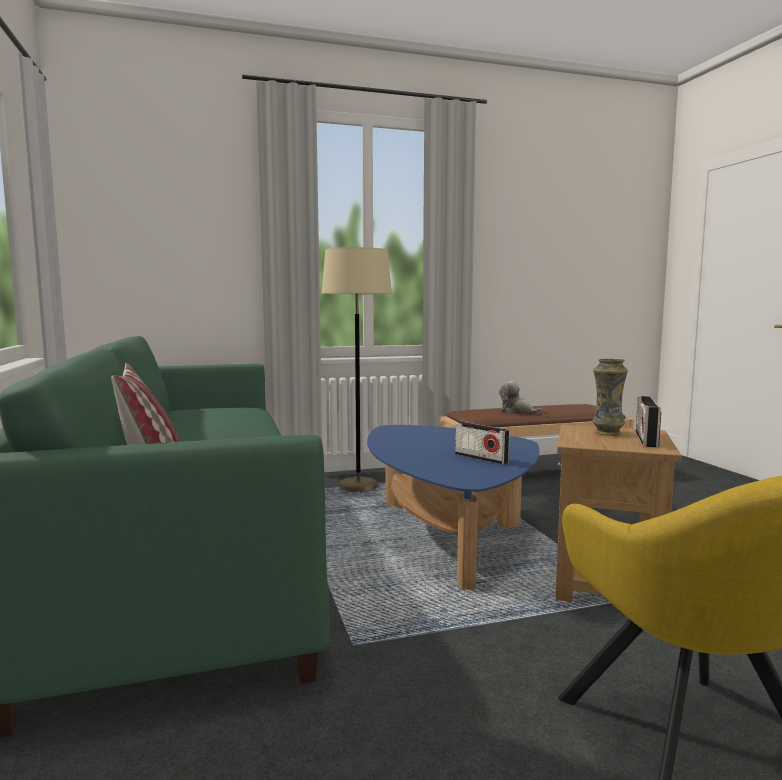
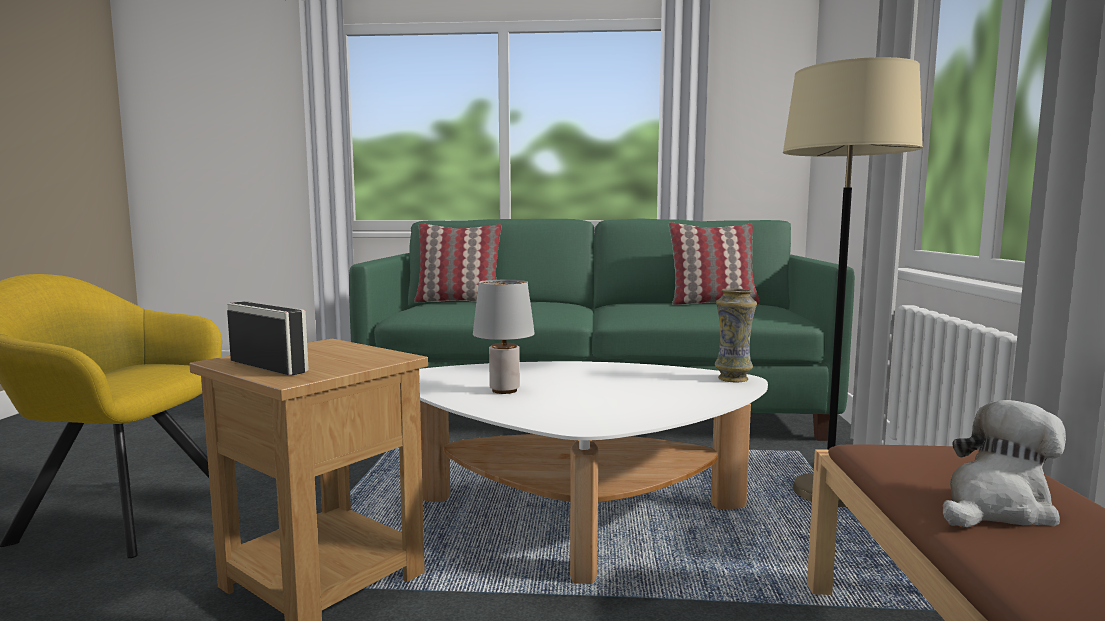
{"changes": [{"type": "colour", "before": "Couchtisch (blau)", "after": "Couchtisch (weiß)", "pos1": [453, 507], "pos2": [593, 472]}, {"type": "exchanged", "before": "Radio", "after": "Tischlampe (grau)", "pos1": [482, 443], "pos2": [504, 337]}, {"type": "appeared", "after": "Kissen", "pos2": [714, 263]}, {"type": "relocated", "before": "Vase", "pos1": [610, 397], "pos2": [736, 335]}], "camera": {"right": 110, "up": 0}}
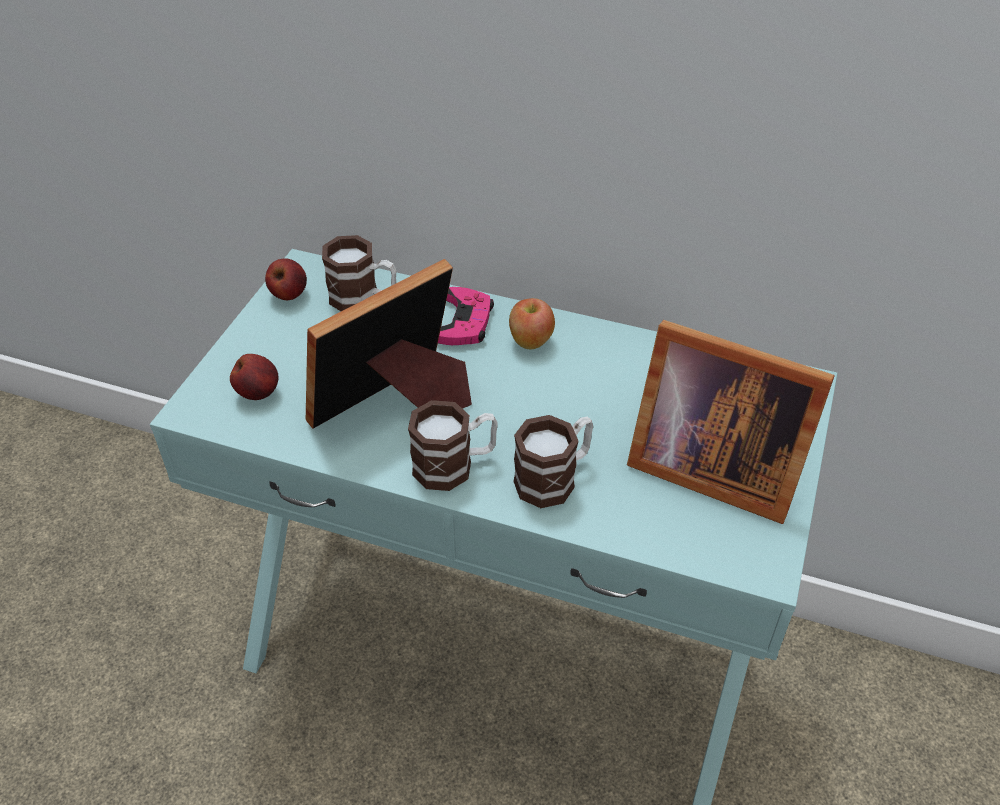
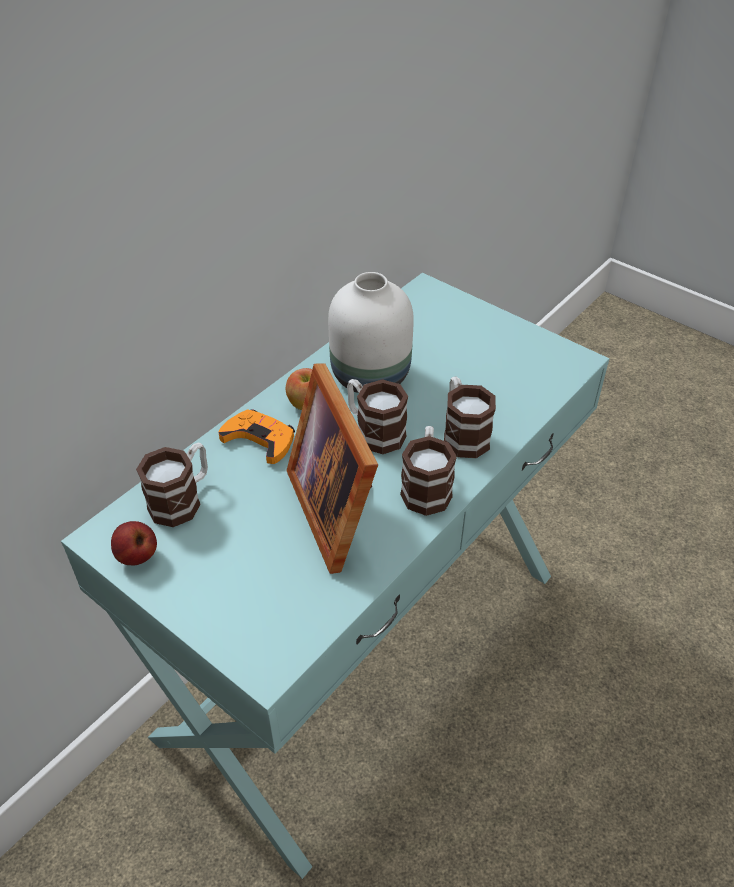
{"changes": [{"type": "colour", "before": "Gamepad (rosa)", "after": "Gamepad (orange)", "pos1": [466, 316], "pos2": [257, 436]}, {"type": "appeared", "after": "Vase (weiß)", "pos2": [371, 332]}, {"type": "appeared", "after": "Henkelbecher", "pos2": [377, 416]}, {"type": "missing", "before": "Apfel", "pos1": [254, 377]}, {"type": "missing", "before": "Bilderrahmen", "pos1": [731, 422]}], "camera": {"right": -70, "up": 0}}
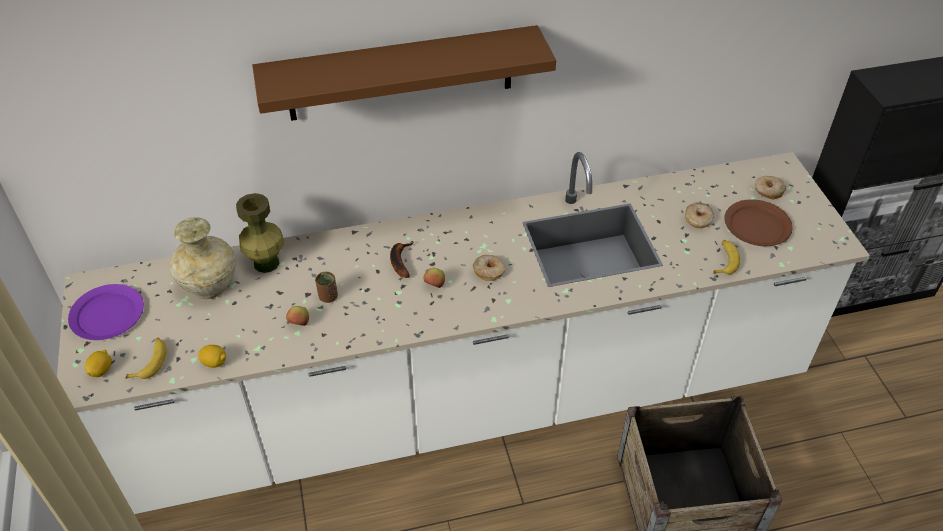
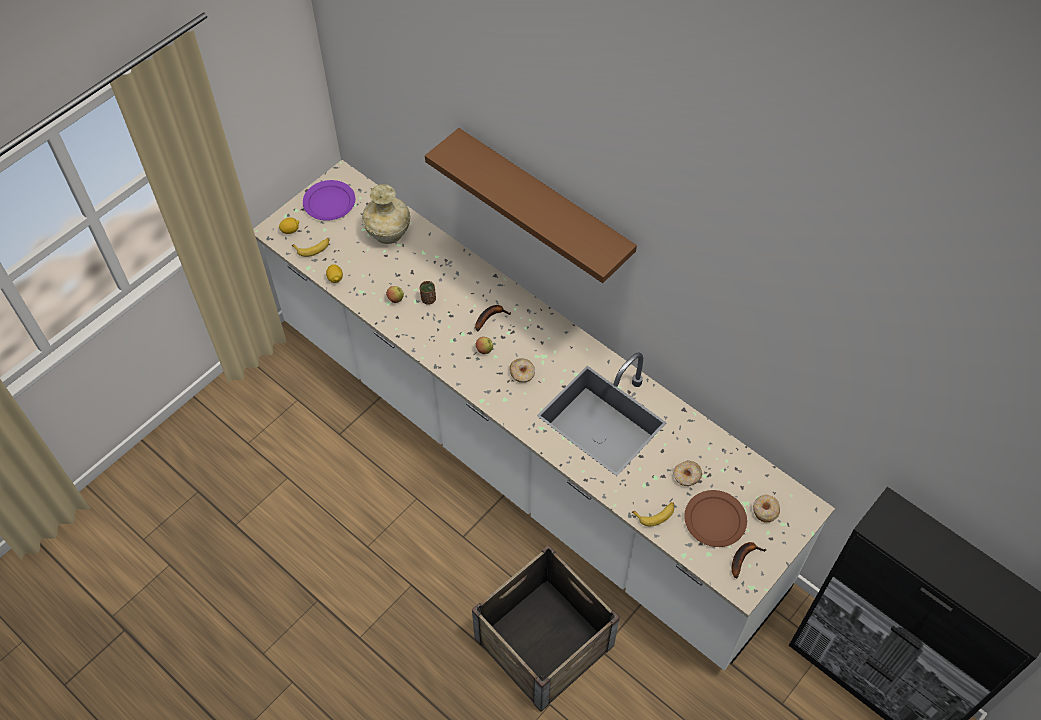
{"changes": [{"type": "appeared", "after": "Banane", "pos2": [749, 560]}, {"type": "missing", "before": "Vase (grün)", "pos1": [260, 233]}], "camera": {"right": 55, "up": 10}}
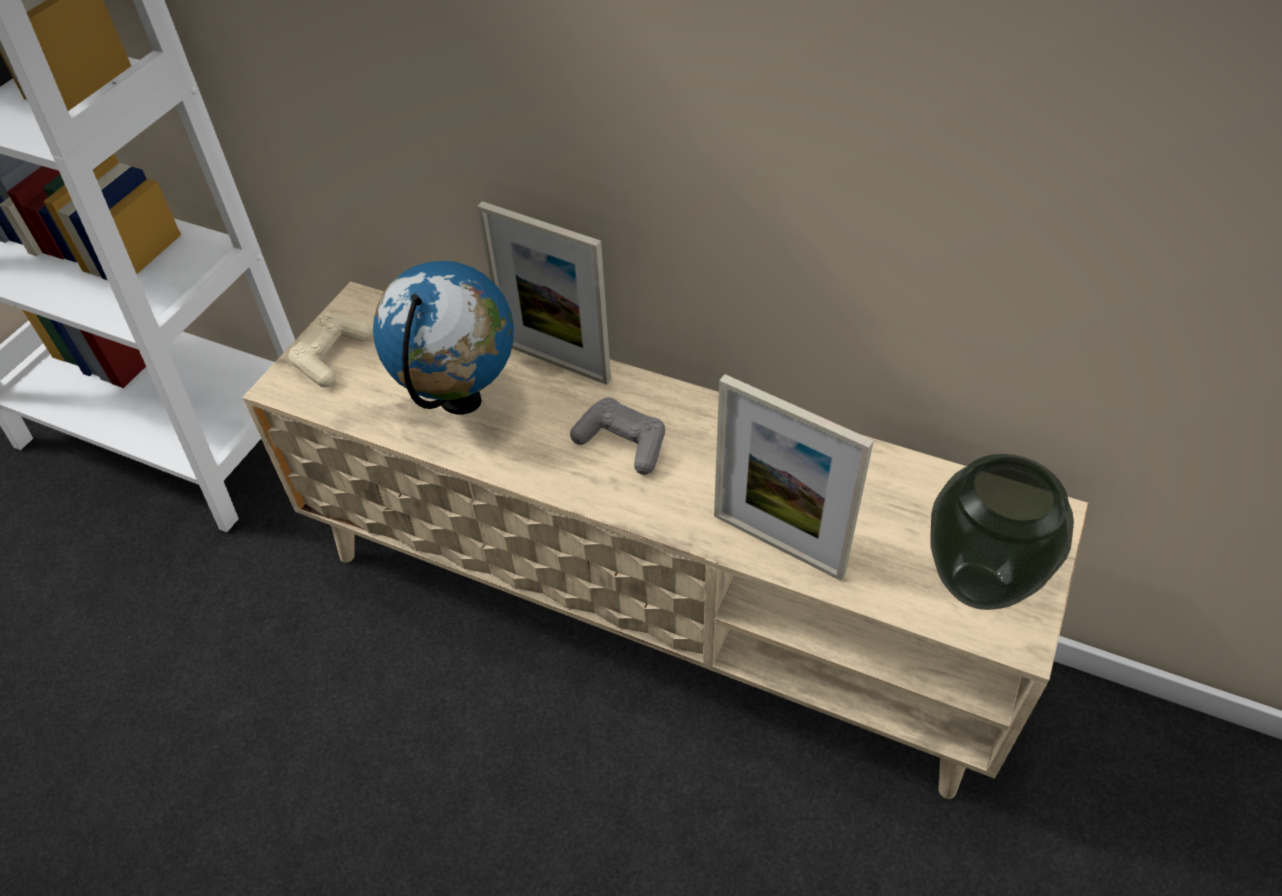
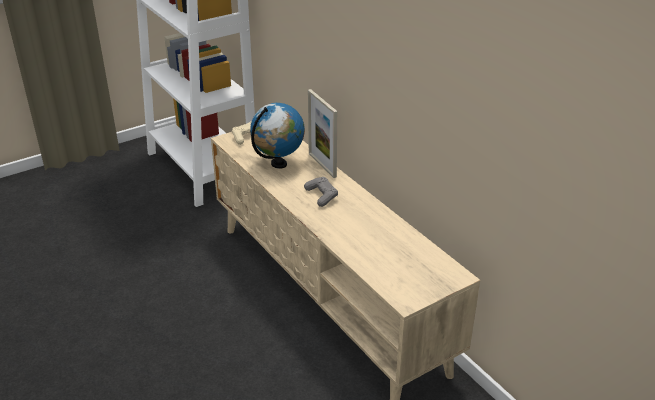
{"changes": [{"type": "missing", "before": "Bilderrahmen", "pos1": [794, 477]}, {"type": "missing", "before": "Vase", "pos1": [1002, 532]}], "camera": {"right": 30, "up": -15}}
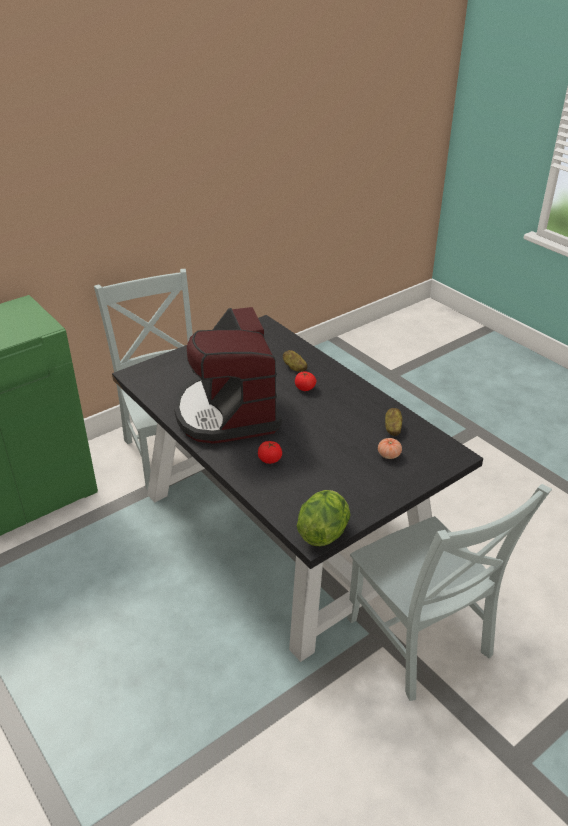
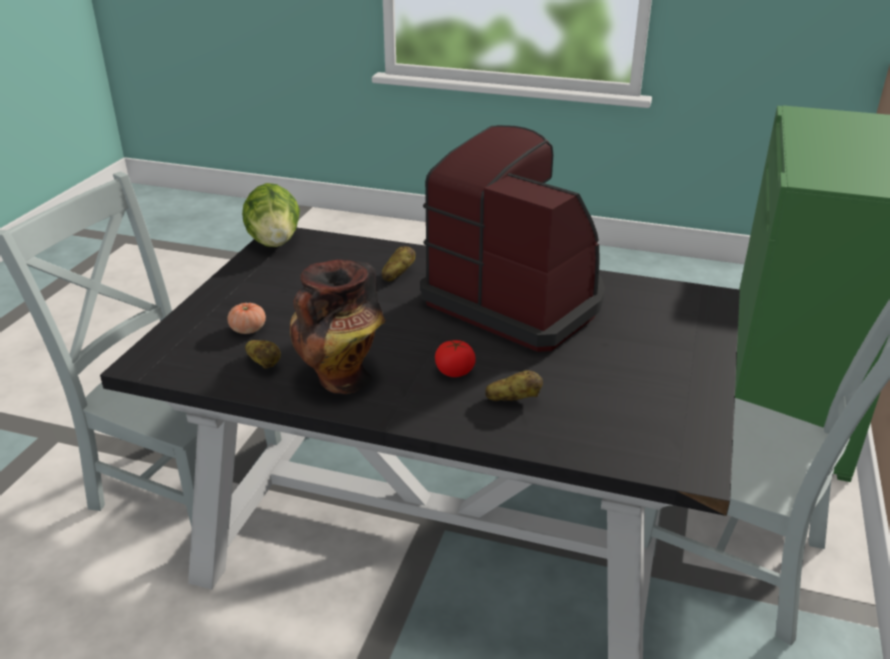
{"changes": [{"type": "appeared", "after": "Vase", "pos2": [337, 326]}, {"type": "exchanged", "before": "Tomate", "after": "Kartoffel", "pos1": [270, 452], "pos2": [399, 263]}], "camera": {"right": 145, "up": -5}}
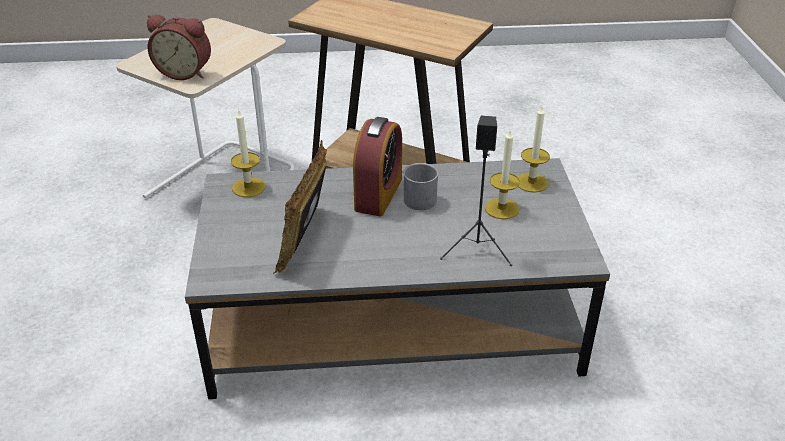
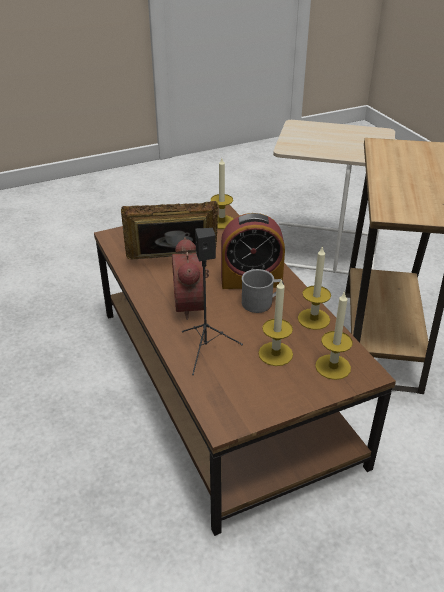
{"changes": [{"type": "colour", "before": "Couchtisch (grau)", "after": "Couchtisch (braun)", "pos1": [397, 278], "pos2": [245, 370]}, {"type": "relocated", "before": "Wecker", "pos1": [179, 47], "pos2": [190, 278]}, {"type": "appeared", "after": "Kerze", "pos2": [314, 288]}], "camera": {"right": 70, "up": 0}}
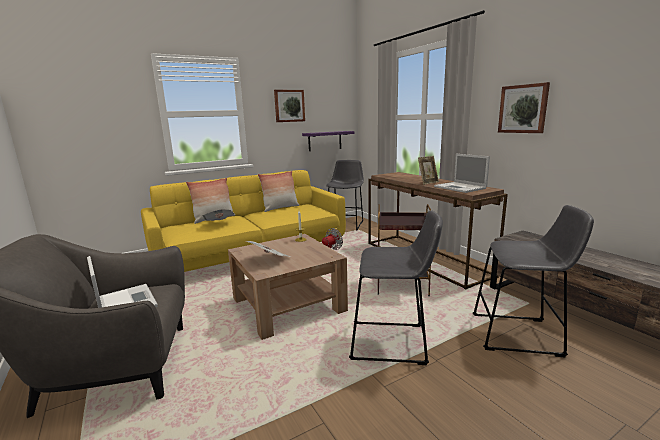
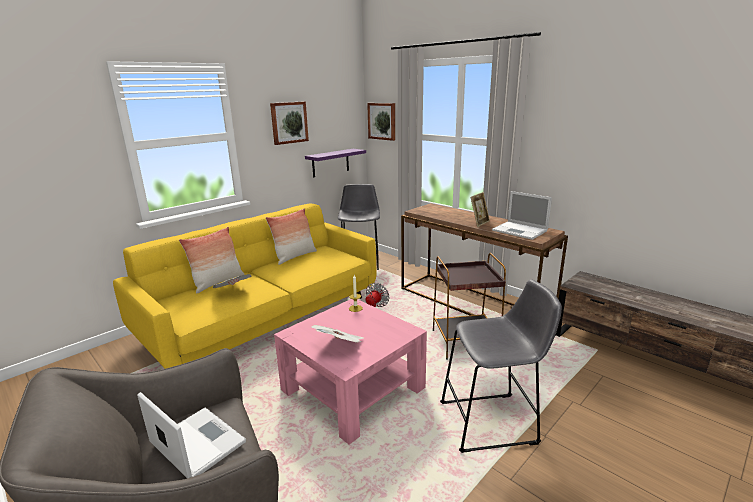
{"changes": [{"type": "colour", "before": "Couchtisch (braun)", "after": "Couchtisch (rosa)", "pos1": [288, 287], "pos2": [350, 372]}, {"type": "relocated", "before": "Bild", "pos1": [524, 107], "pos2": [381, 122]}, {"type": "missing", "before": "Hocker (grau)", "pos1": [533, 281]}], "camera": {"right": -15, "up": 5}}
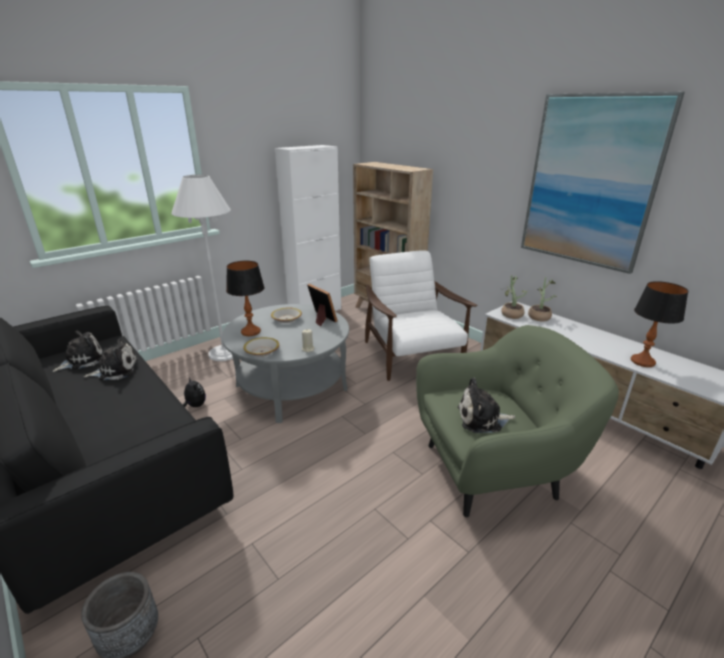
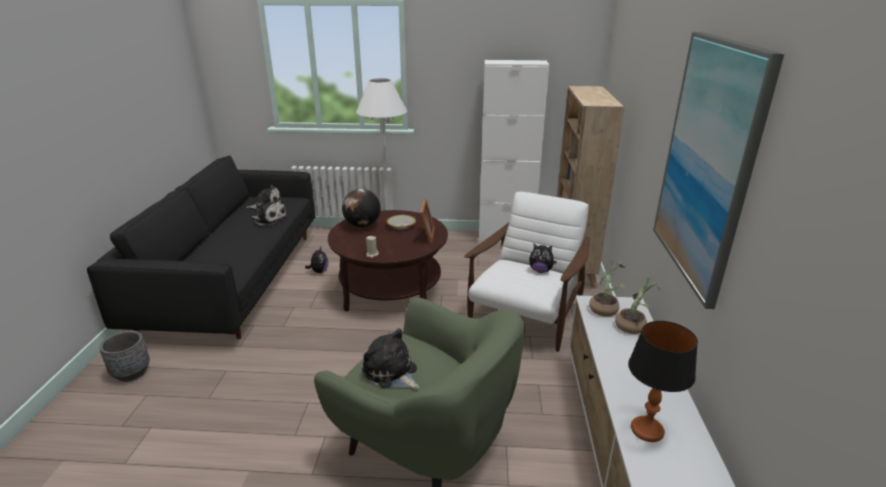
{"changes": [{"type": "colour", "before": "Couchtisch (grau)", "after": "Couchtisch (braun)", "pos1": [285, 363], "pos2": [388, 261]}, {"type": "exchanged", "before": "Tischlampe", "after": "Globus", "pos1": [245, 298], "pos2": [361, 208]}, {"type": "appeared", "after": "Plüschtier", "pos2": [543, 258]}, {"type": "missing", "before": "Schüssel", "pos1": [261, 347]}], "camera": {"right": 45, "up": 0}}
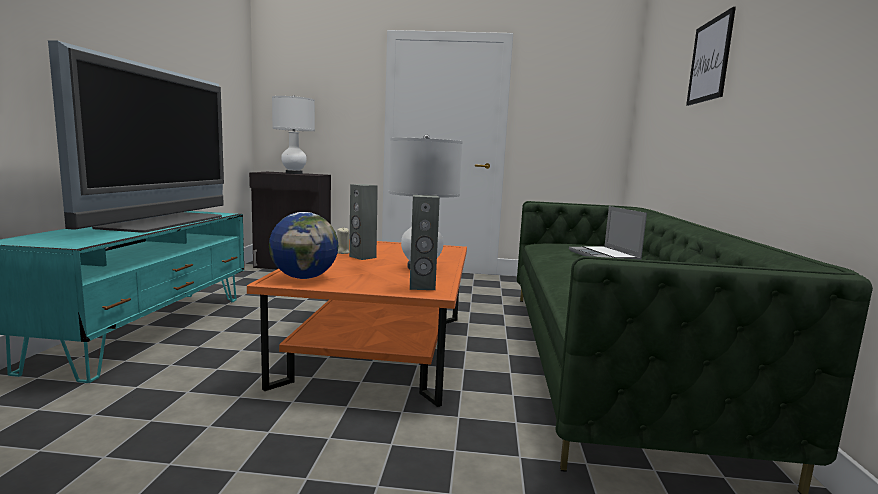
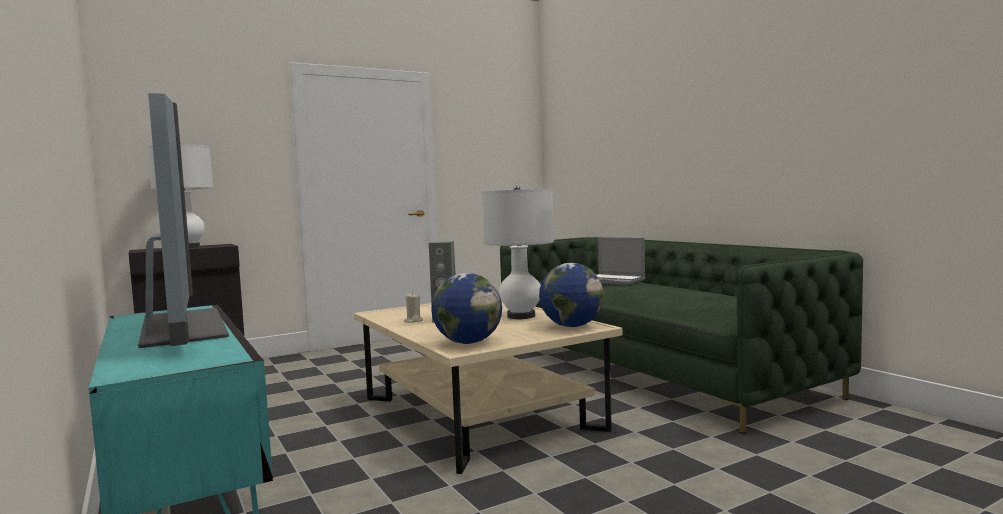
{"changes": [{"type": "colour", "before": "Couchtisch (orange)", "after": "Couchtisch (beige)", "pos1": [357, 323], "pos2": [488, 387]}, {"type": "exchanged", "before": "Lautsprecher (grau)", "after": "Globus", "pos1": [425, 242], "pos2": [571, 295]}, {"type": "missing", "before": "Bild", "pos1": [711, 56]}], "camera": {"right": -35, "up": -5}}
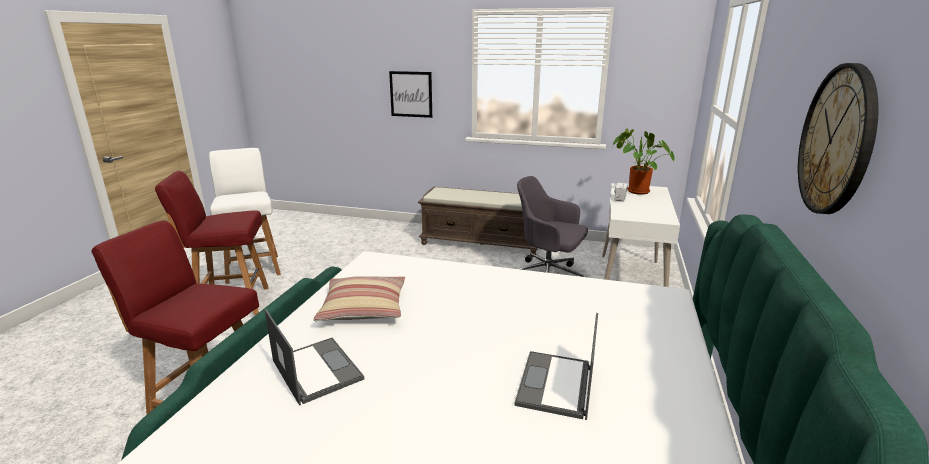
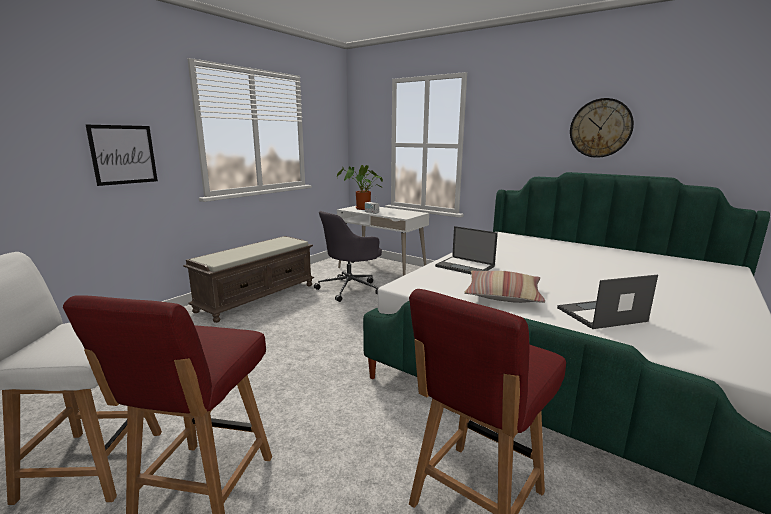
{"changes": [{"type": "relocated", "before": "Laptop", "pos1": [556, 366], "pos2": [466, 250]}], "camera": {"right": -70, "up": -5}}
